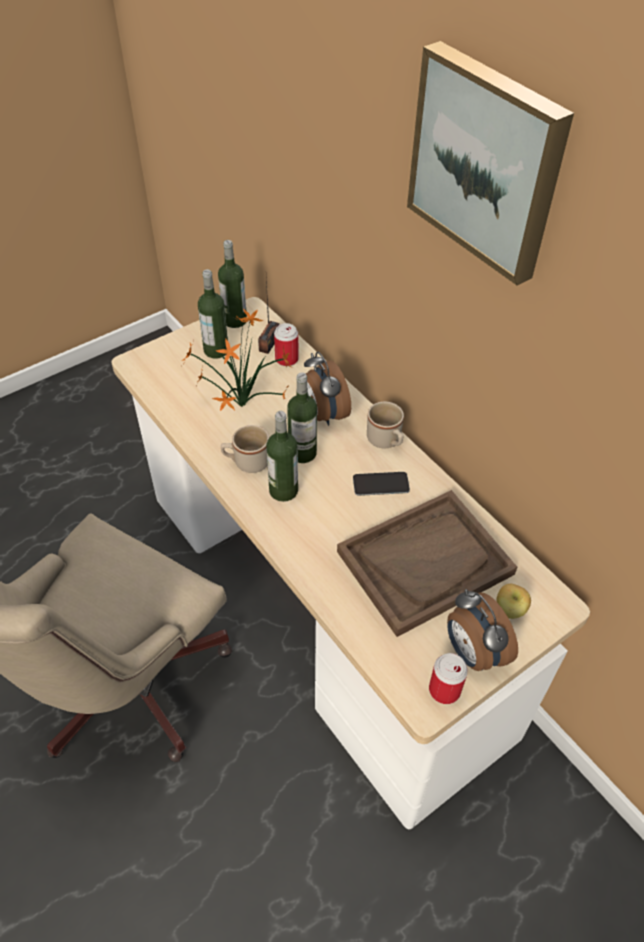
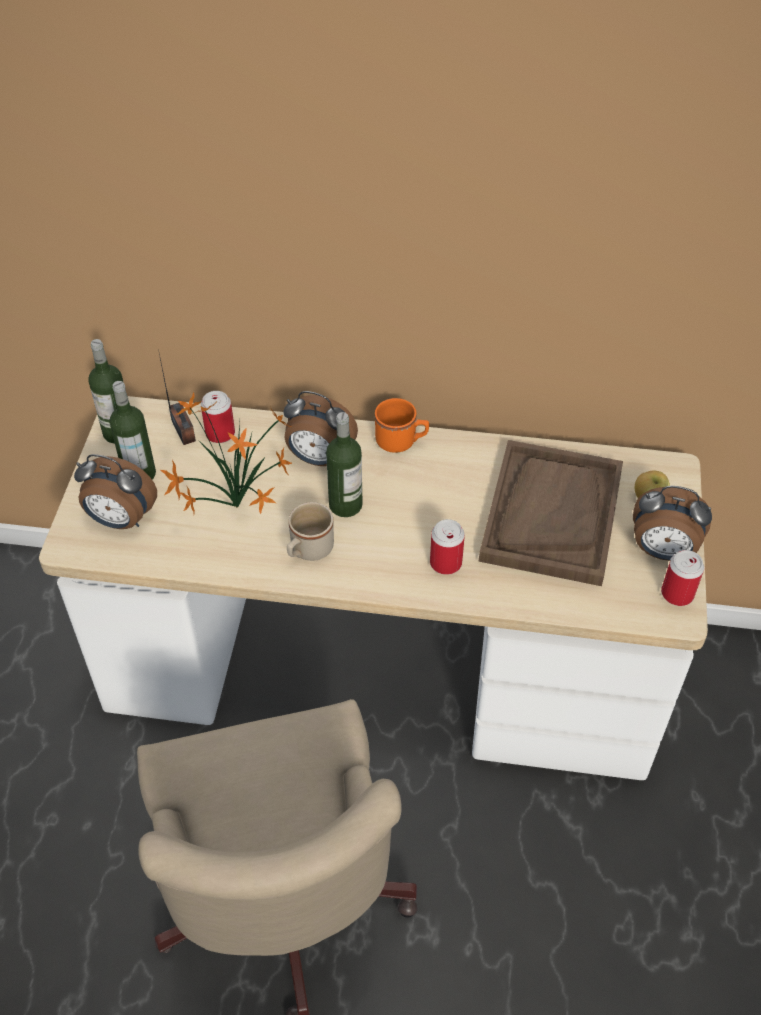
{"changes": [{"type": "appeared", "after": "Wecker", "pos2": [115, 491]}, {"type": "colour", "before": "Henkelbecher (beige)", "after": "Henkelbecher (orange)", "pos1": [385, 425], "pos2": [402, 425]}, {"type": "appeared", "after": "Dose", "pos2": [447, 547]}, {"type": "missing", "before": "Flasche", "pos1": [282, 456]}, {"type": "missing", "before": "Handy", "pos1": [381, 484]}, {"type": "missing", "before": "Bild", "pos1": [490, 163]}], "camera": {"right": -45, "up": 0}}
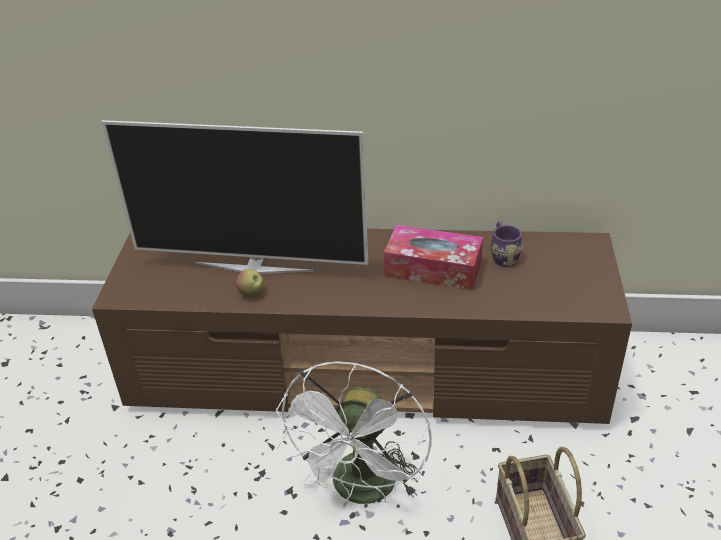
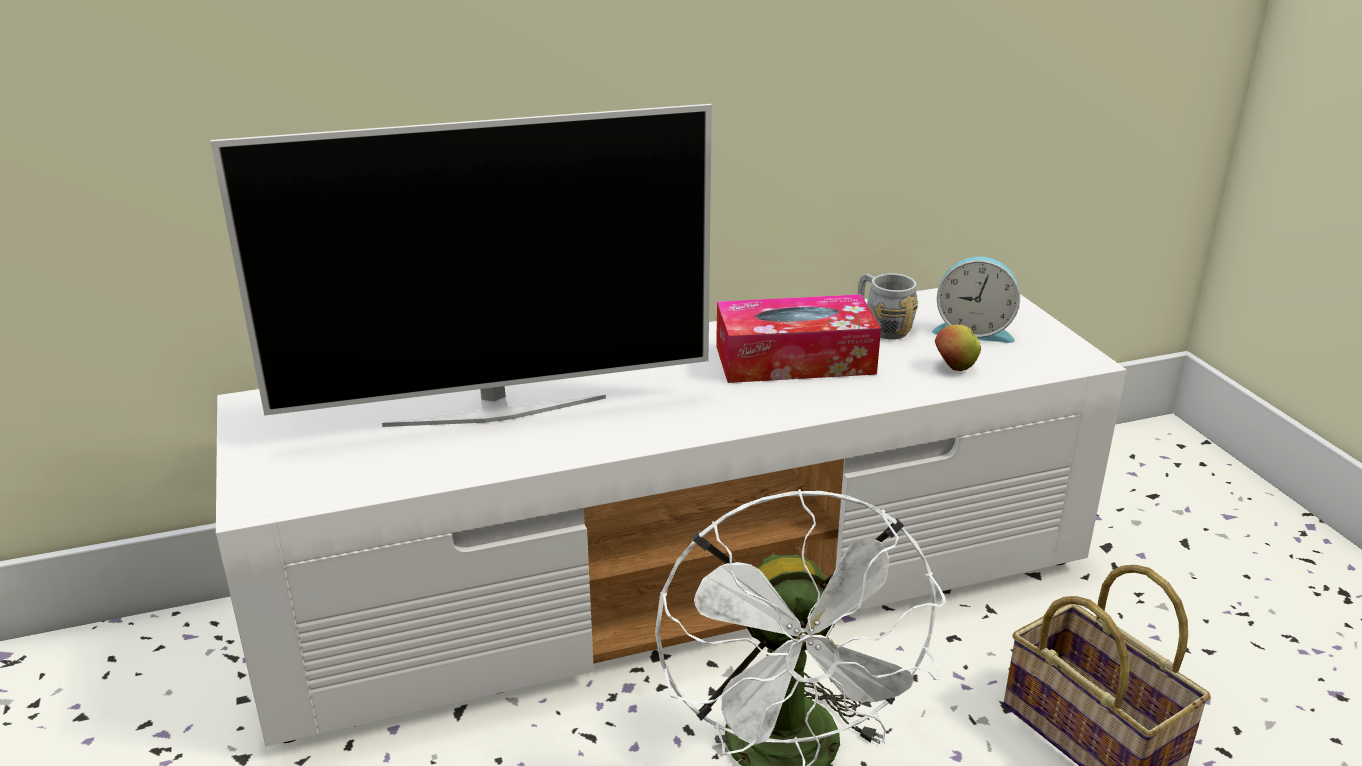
{"changes": [{"type": "colour", "before": "Fernsehschrank (braun)", "after": "Fernsehschrank (weiß)", "pos1": [362, 326], "pos2": [671, 517]}, {"type": "colour", "before": "Henkelbecher (lila)", "after": "Henkelbecher (grau)", "pos1": [507, 244], "pos2": [888, 306]}, {"type": "appeared", "after": "Wecker", "pos2": [976, 300]}, {"type": "relocated", "before": "Apfel", "pos1": [249, 283], "pos2": [958, 348]}], "camera": {"right": -25, "up": -10}}
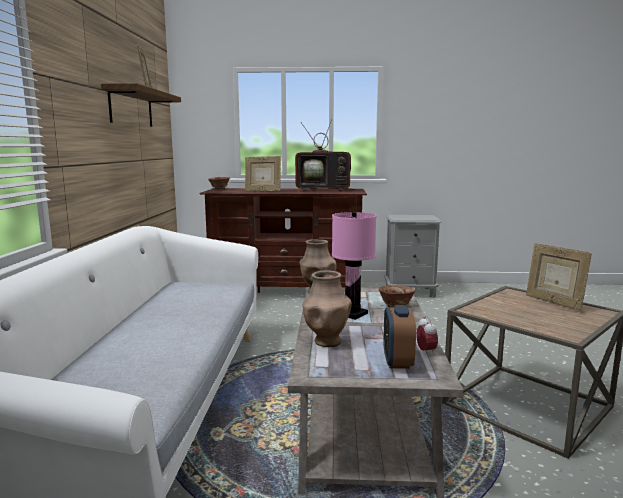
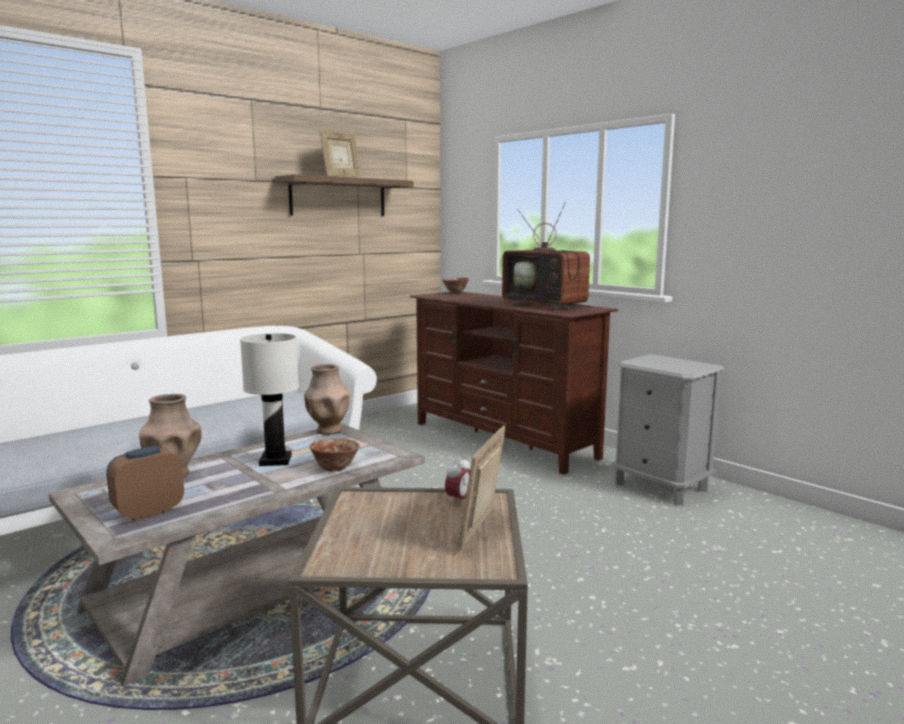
{"changes": [{"type": "colour", "before": "Tischlampe (rosa)", "after": "Tischlampe (weiß)", "pos1": [354, 266], "pos2": [269, 399]}, {"type": "relocated", "before": "Wecker", "pos1": [427, 335], "pos2": [458, 481]}, {"type": "missing", "before": "Bilderrahmen", "pos1": [263, 173]}], "camera": {"right": 45, "up": 0}}
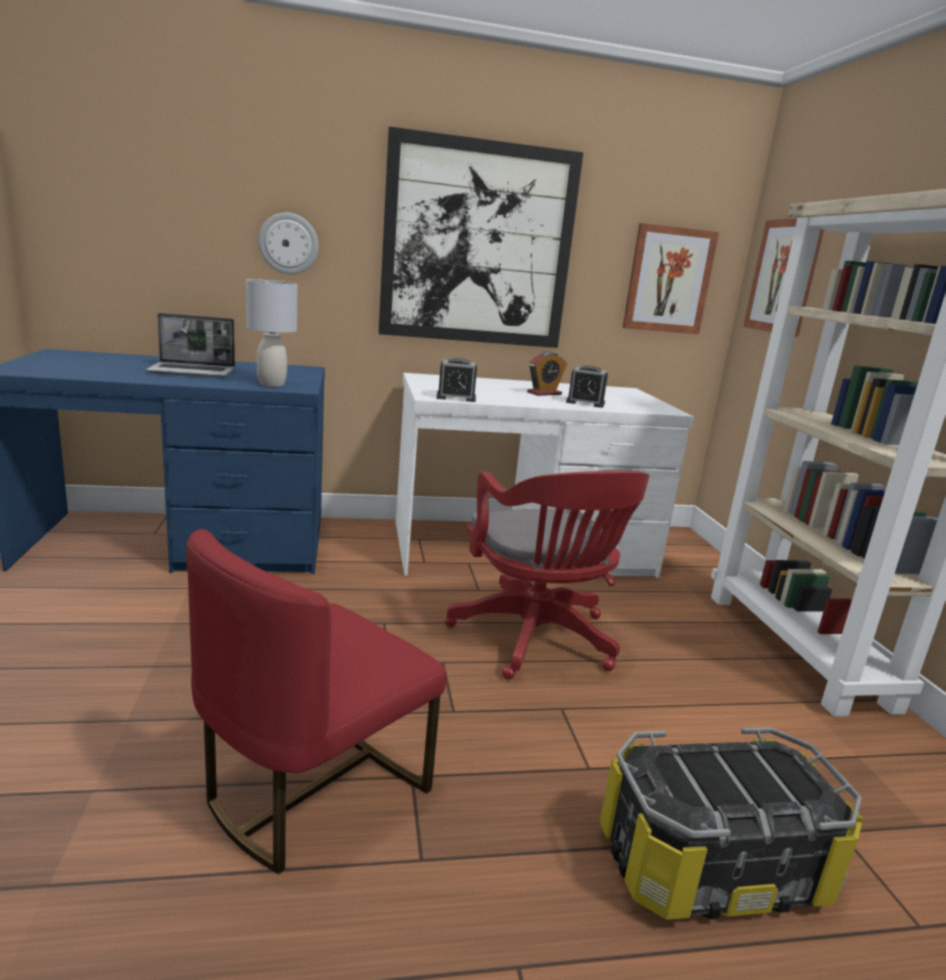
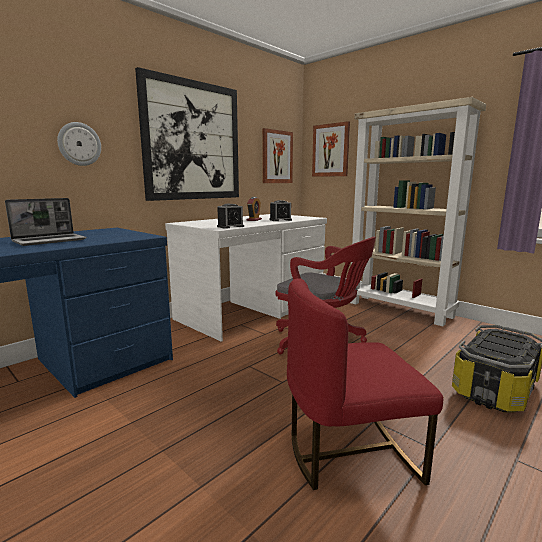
{"changes": [{"type": "spun", "before": "Stuhl (rot)", "pos1": [316, 701], "pos2": [365, 384], "turn": 75}, {"type": "missing", "before": "Tischlampe (grau)", "pos1": [272, 333]}], "camera": {"right": -35, "up": -5}}
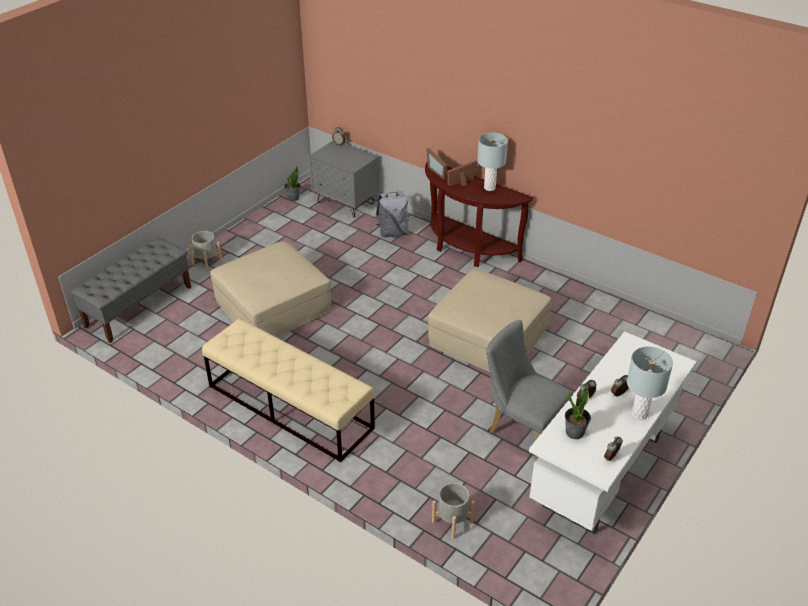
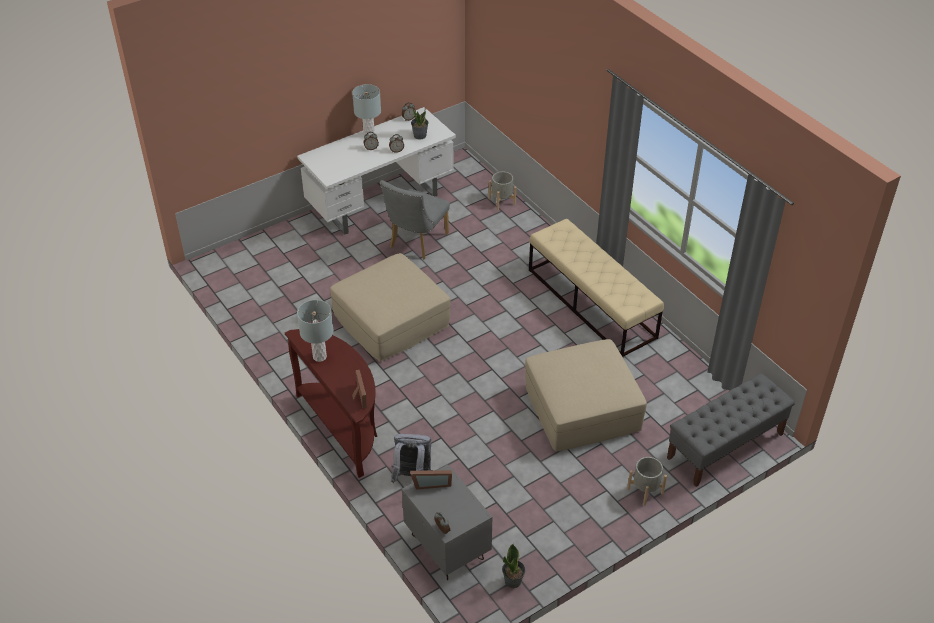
{"changes": [{"type": "spun", "before": "Stuhl (grau)", "pos1": [529, 390], "pos2": [415, 219], "turn": 60}, {"type": "relocated", "before": "Bilderrahmen", "pos1": [462, 173], "pos2": [431, 480]}], "camera": {"right": -160, "up": 5}}
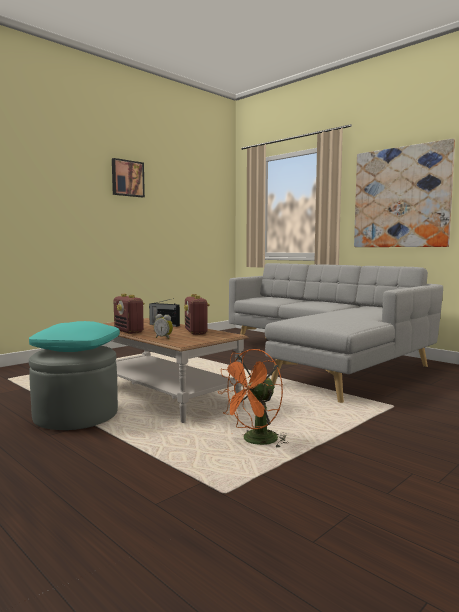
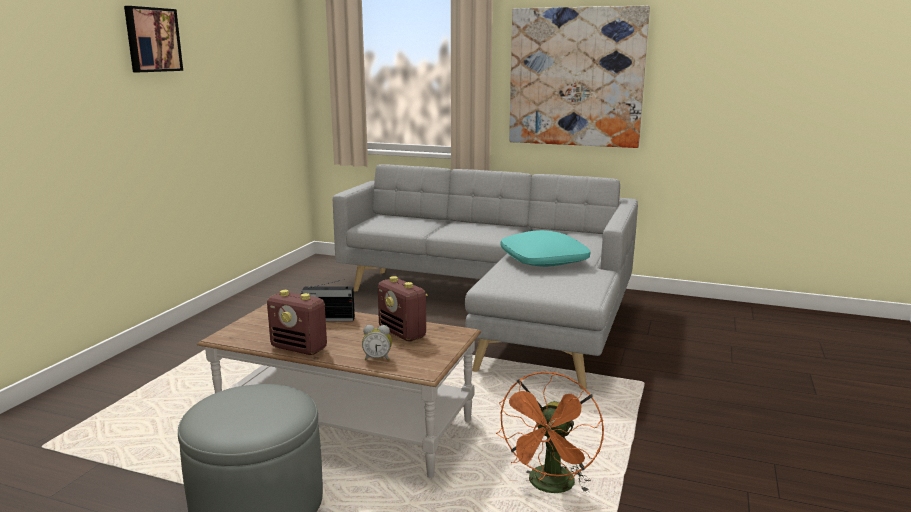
{"changes": [{"type": "relocated", "before": "Kissen (türkis)", "pos1": [74, 336], "pos2": [545, 248]}], "camera": {"right": -25, "up": 10}}
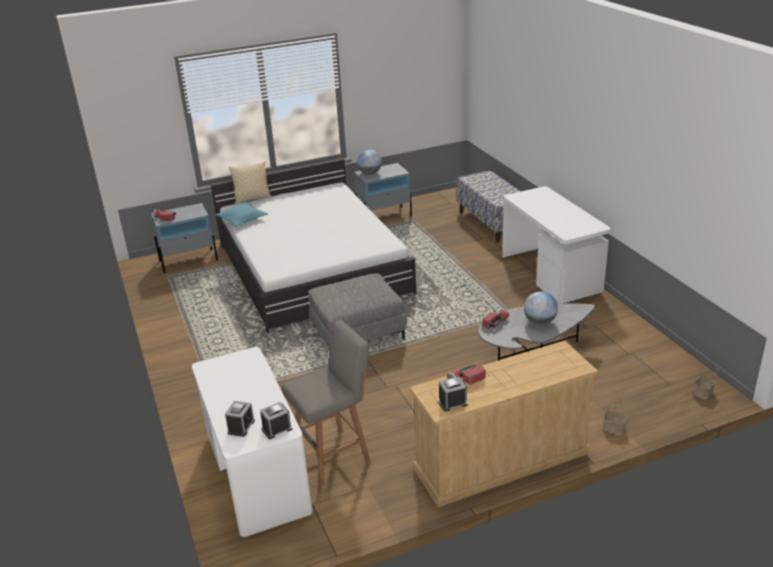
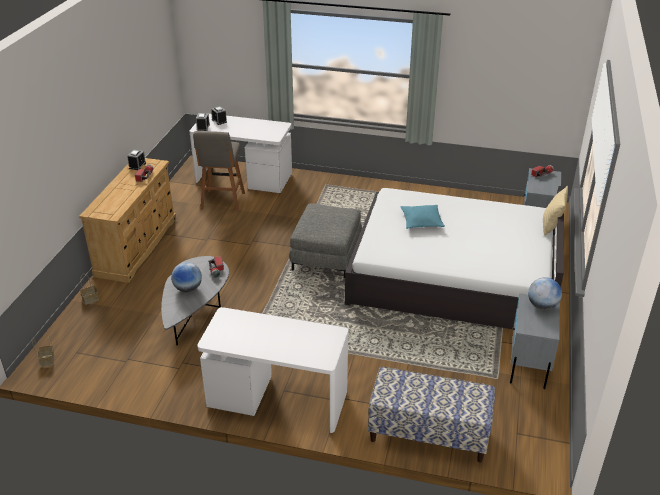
{"changes": [{"type": "relocated", "before": "Kissen (türkis)", "pos1": [242, 215], "pos2": [423, 217]}], "camera": {"right": 125, "up": 5}}
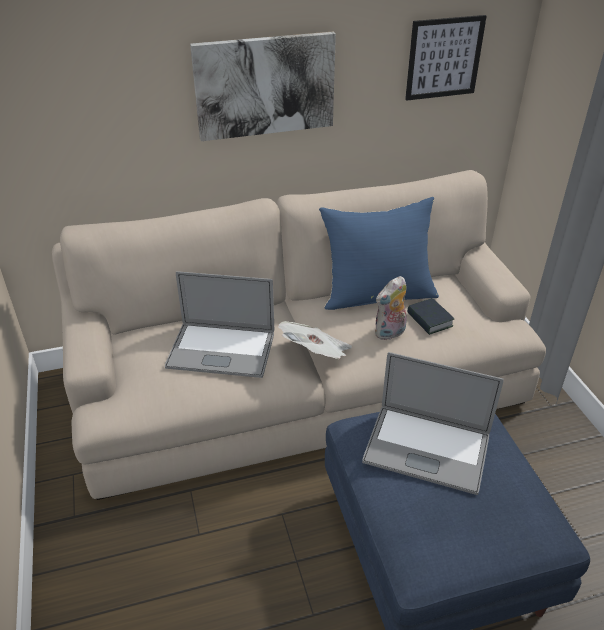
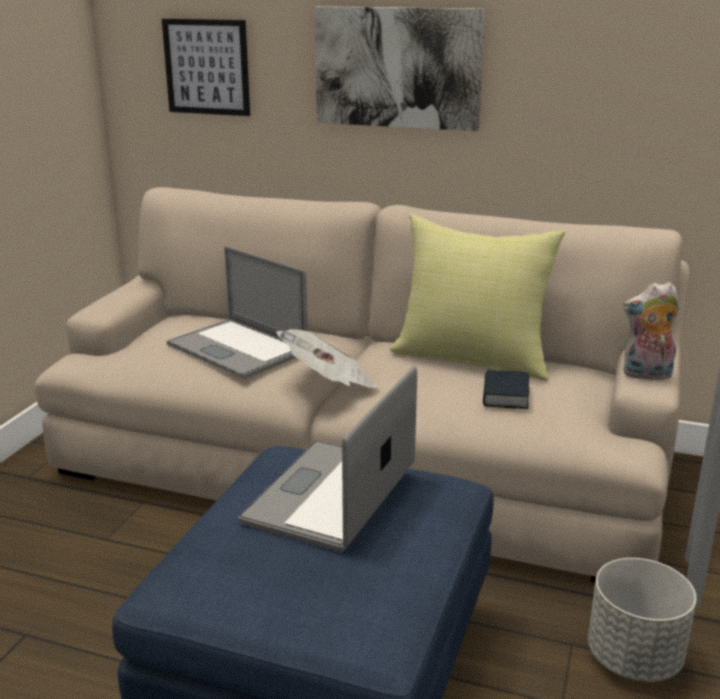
{"changes": [{"type": "relocated", "before": "Bild", "pos1": [445, 58], "pos2": [206, 67]}, {"type": "spun", "before": "Laptop", "pos1": [433, 423], "pos2": [327, 459], "turn": 60}, {"type": "colour", "before": "Kissen (blau)", "after": "Kissen (gelb)", "pos1": [379, 253], "pos2": [477, 297]}, {"type": "appeared", "after": "Pflanzkübel (grau)", "pos2": [642, 620]}, {"type": "relocated", "before": "Plüschtier", "pos1": [391, 308], "pos2": [651, 331]}], "camera": {"right": 35, "up": -15}}
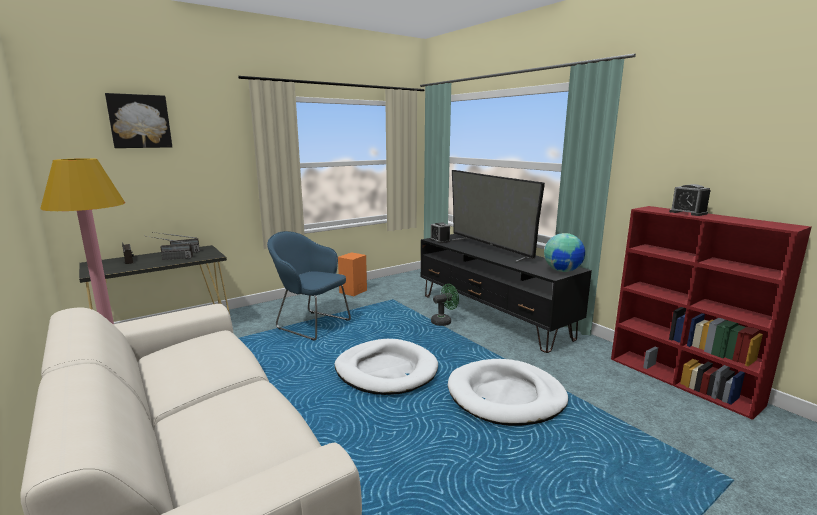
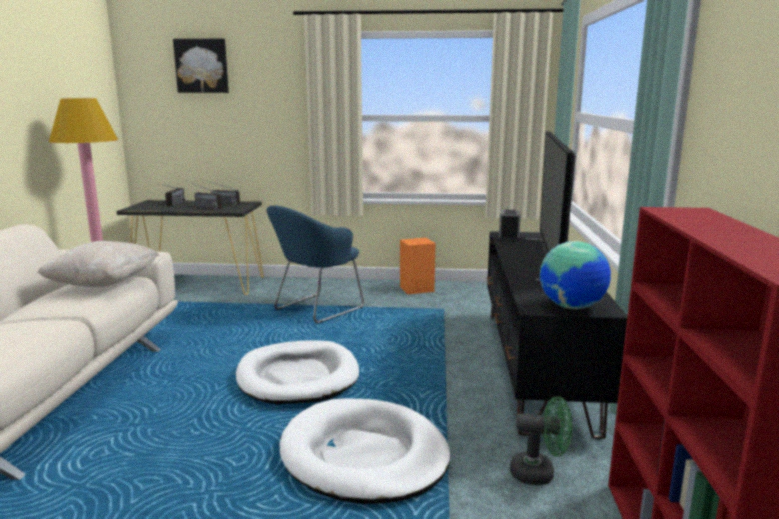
{"changes": [{"type": "appeared", "after": "Kissen (beige)", "pos2": [98, 264]}, {"type": "spun", "before": "Sessel (blau)", "pos1": [309, 285], "pos2": [315, 264], "turn": -120}, {"type": "relocated", "before": "Ventilator (grün)", "pos1": [445, 305], "pos2": [541, 440]}, {"type": "missing", "before": "Wecker", "pos1": [690, 200]}], "camera": {"right": 40, "up": 0}}
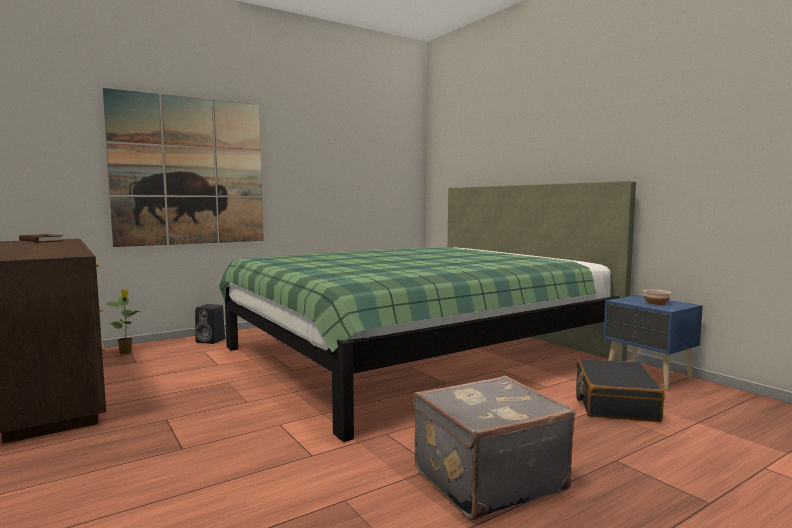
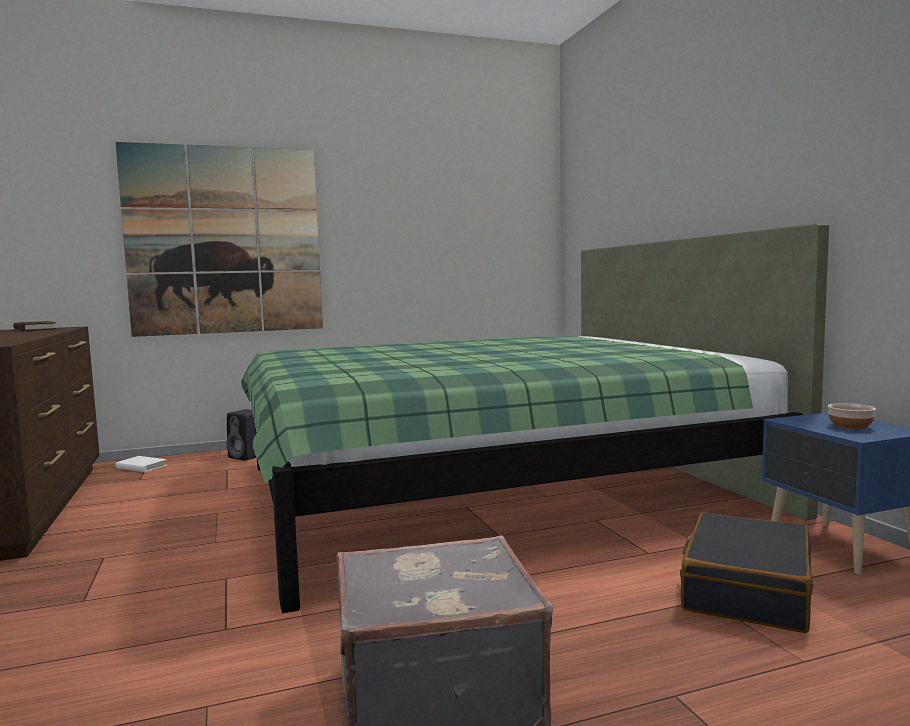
{"changes": [{"type": "exchanged", "before": "Topfpflanze", "after": "Buch (weiß)", "pos1": [121, 321], "pos2": [141, 464]}], "camera": {"right": 15, "up": 0}}
